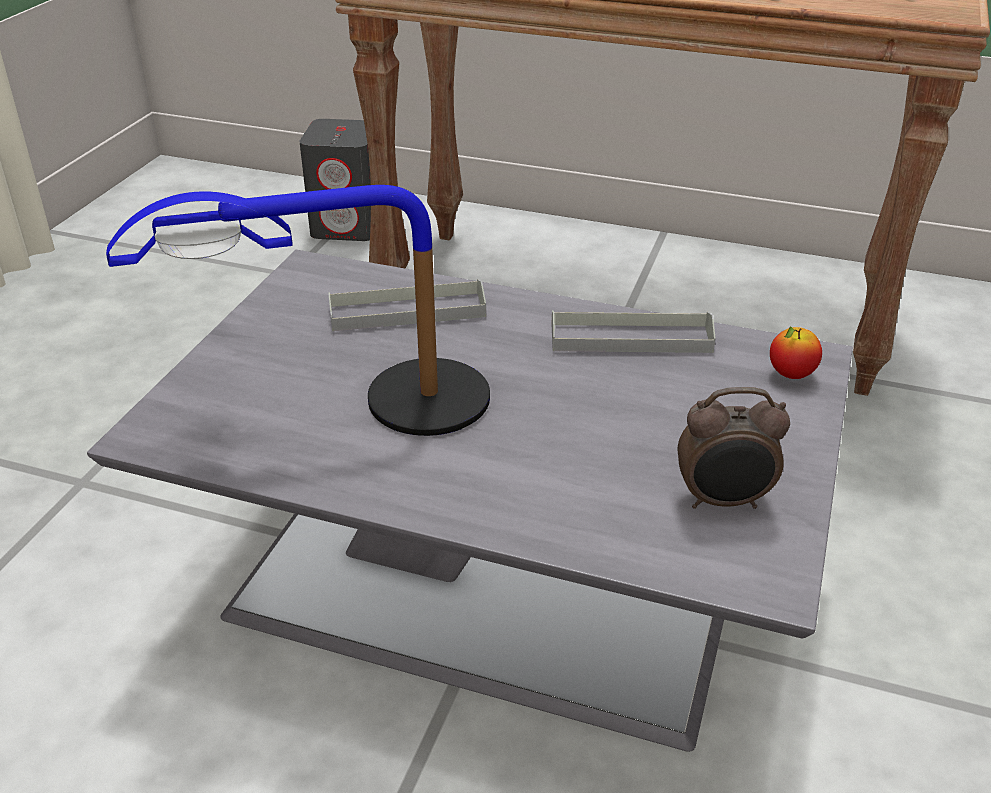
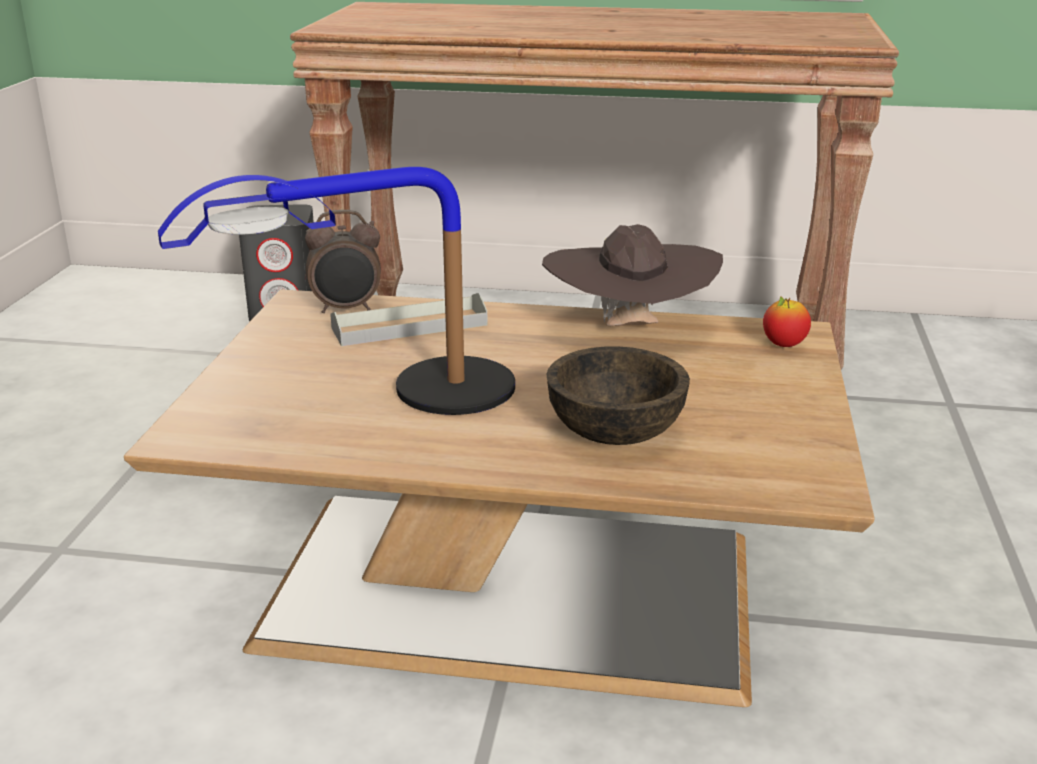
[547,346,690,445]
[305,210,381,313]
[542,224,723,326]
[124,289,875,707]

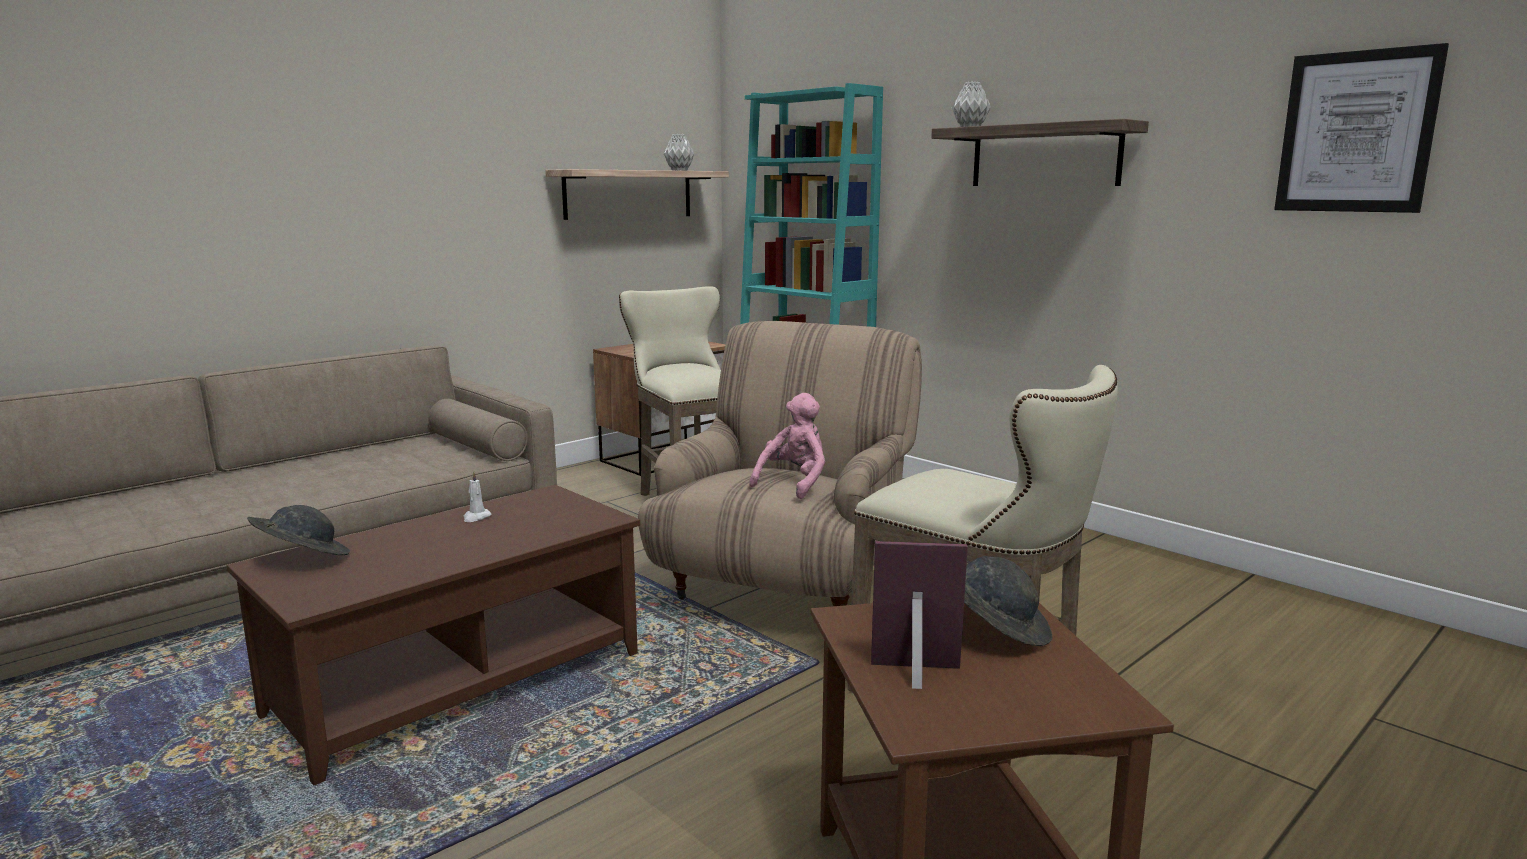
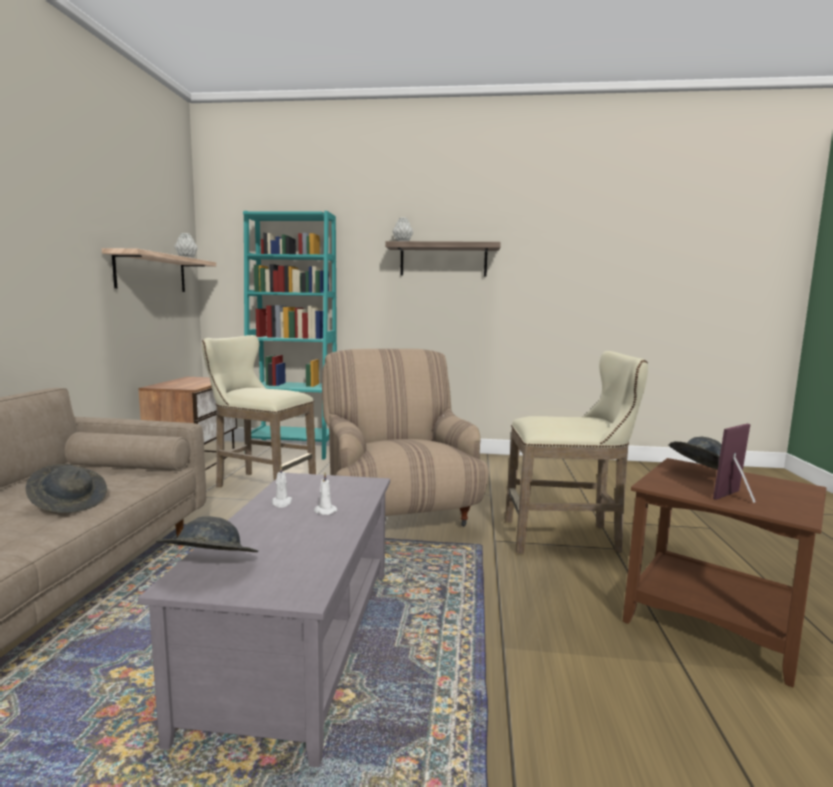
[749,393,825,499] (first image)
[1274,43,1449,213] (first image)
[25,464,107,513]
[314,473,337,515]
[138,473,390,767]

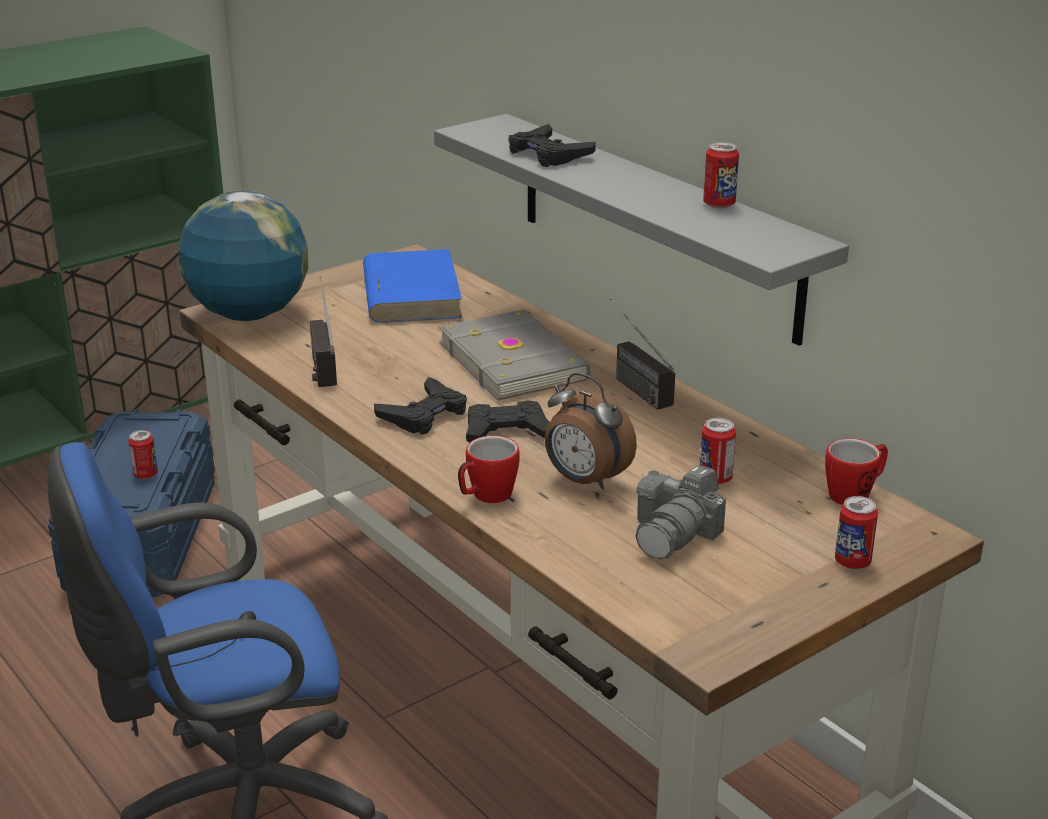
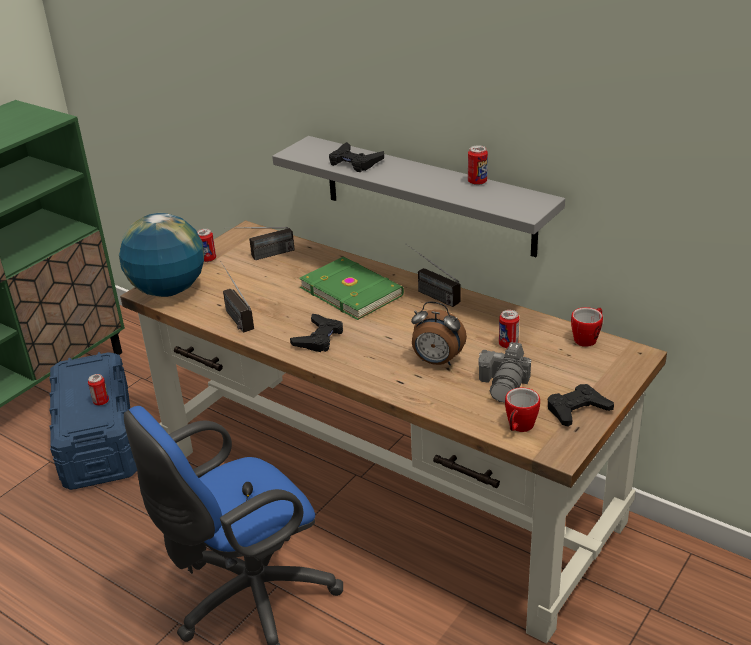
[505,388,540,432]
[548,384,614,427]
[197,229,216,262]
[240,227,295,260]
[299,257,404,320]

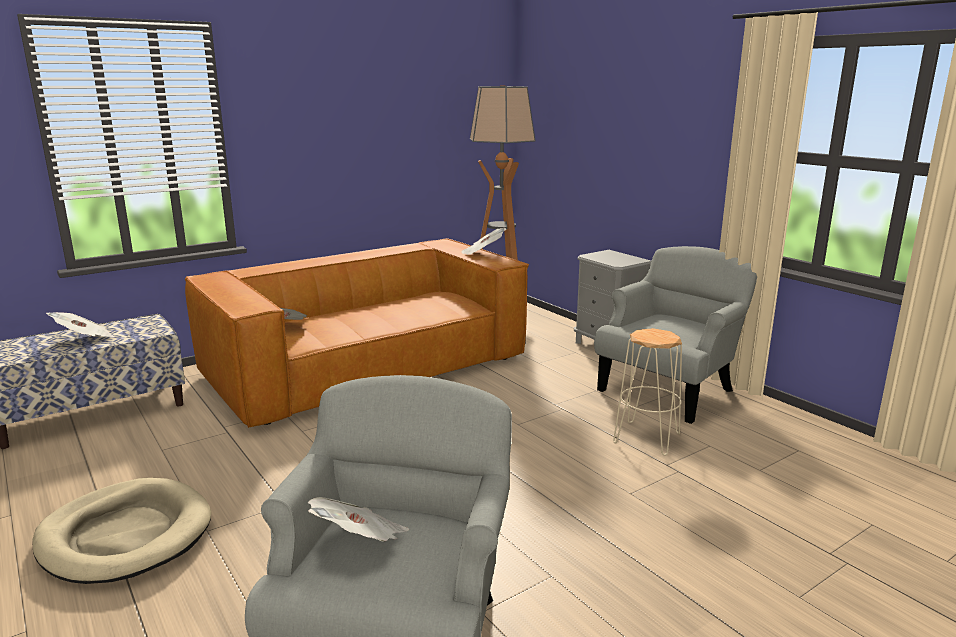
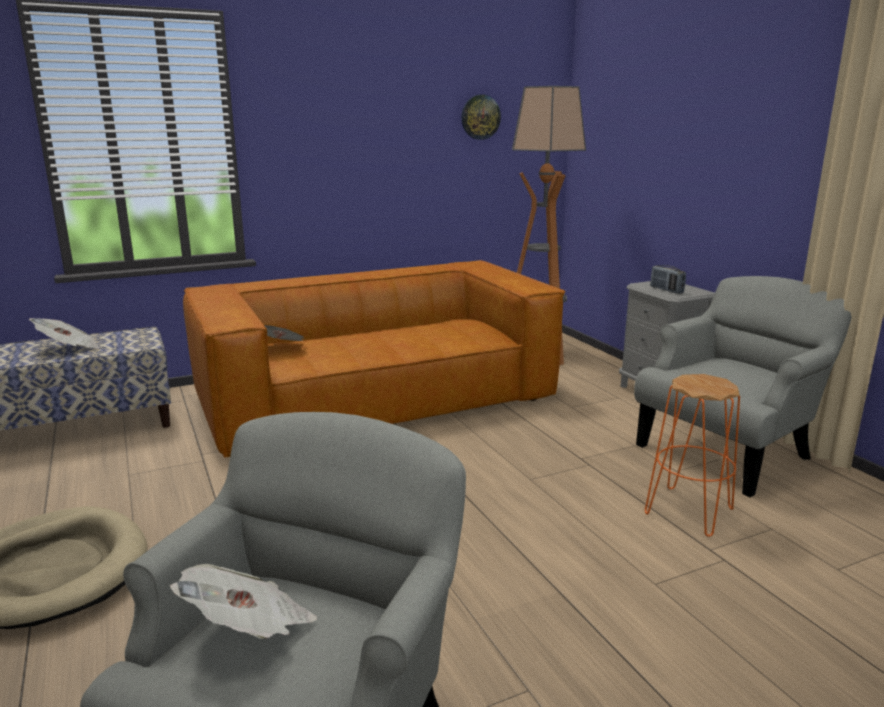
[461,228,506,255] (first image)
[461,94,501,140]
[650,265,686,294]
[645,374,740,537]

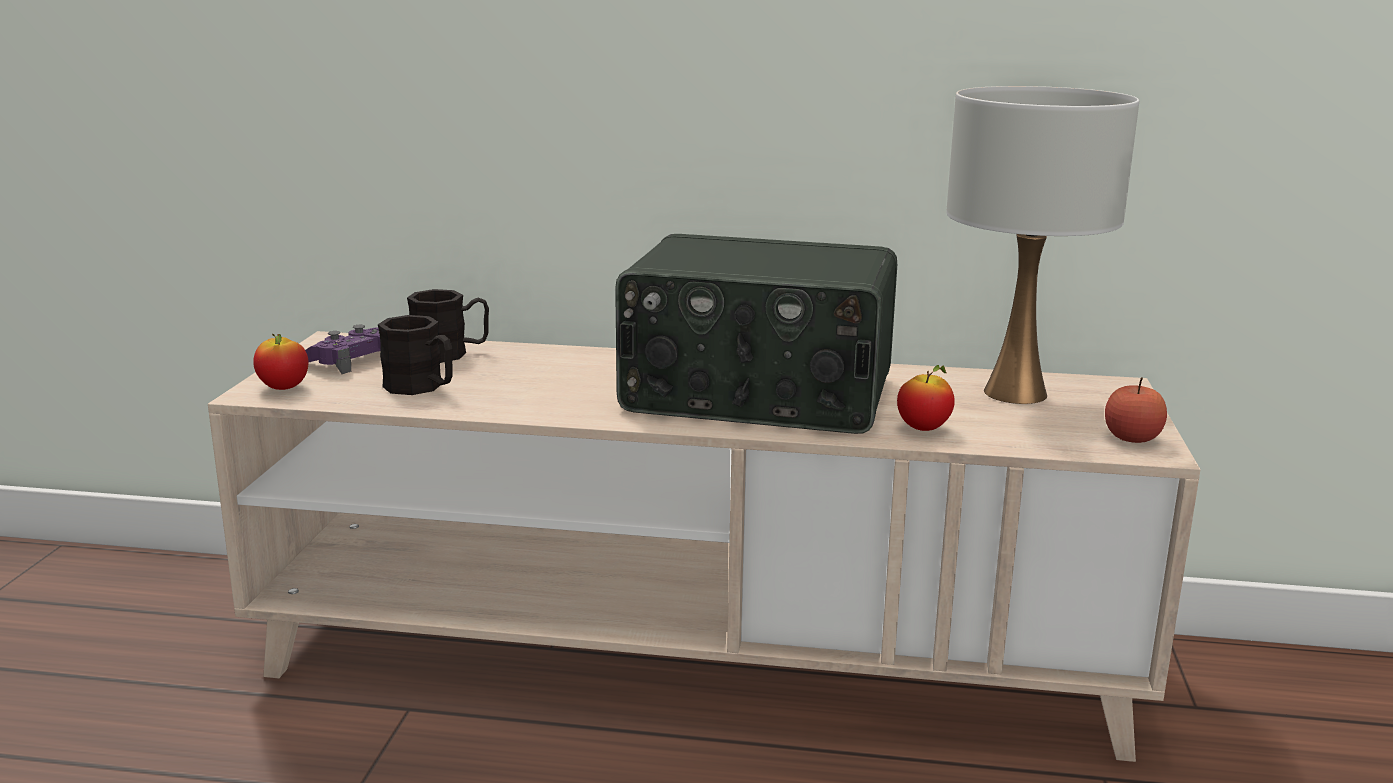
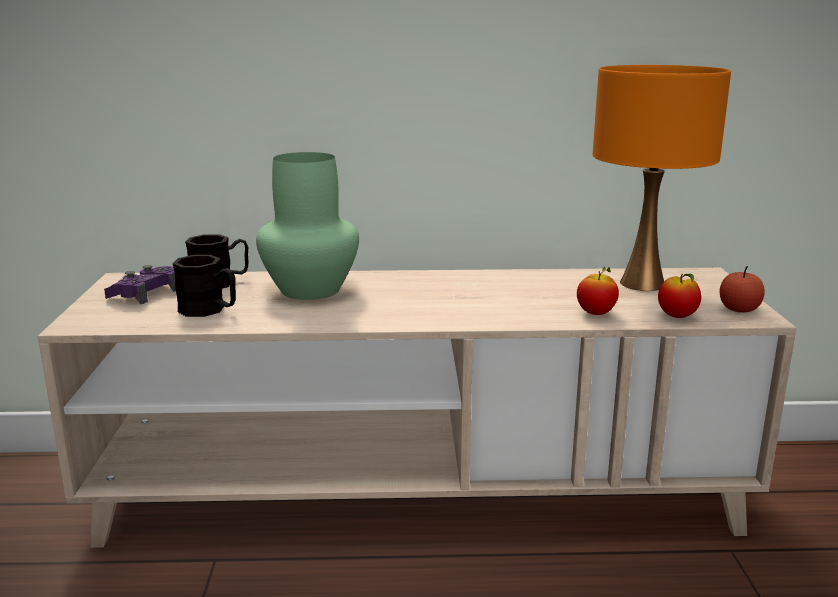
[615,234,897,434] (first image)
[256,152,359,300]
[658,274,701,318]
[593,65,731,291]

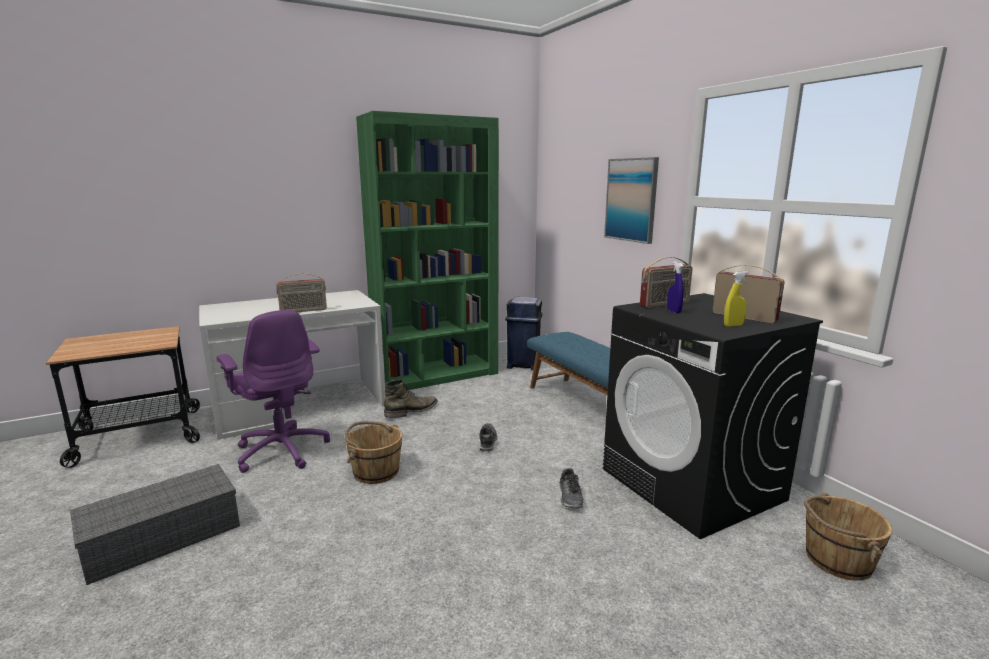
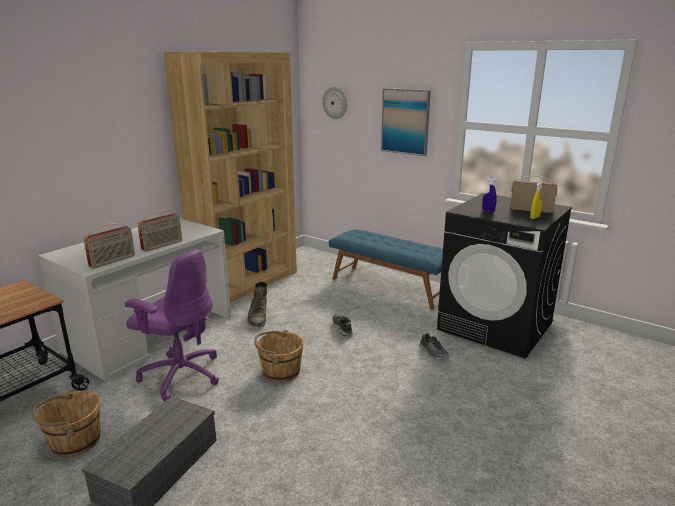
[505,297,543,370] (first image)
[323,87,348,119]
[83,223,135,268]
[32,390,100,457]
[164,52,297,303]
[248,282,267,328]

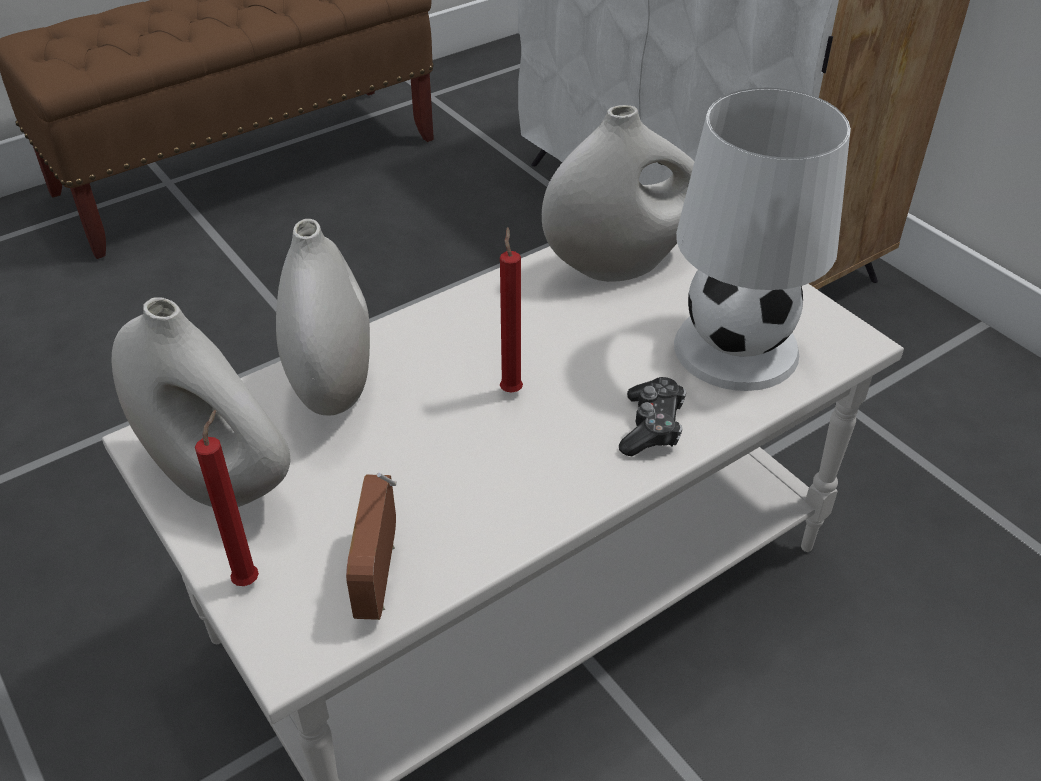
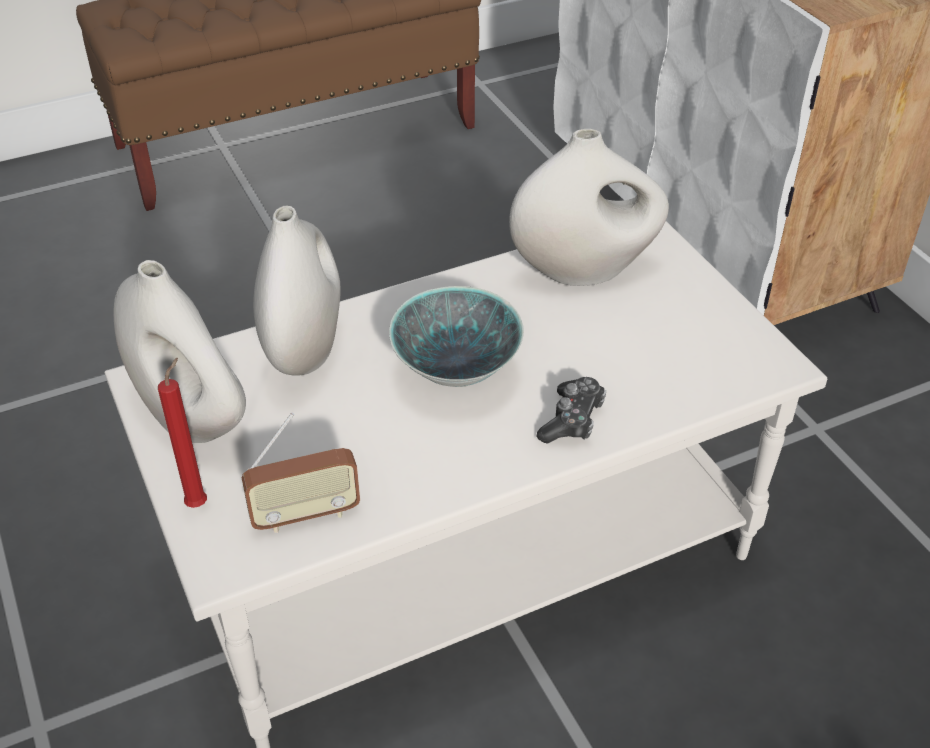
[674,88,851,391] (first image)
[389,286,524,387]
[242,413,360,533]

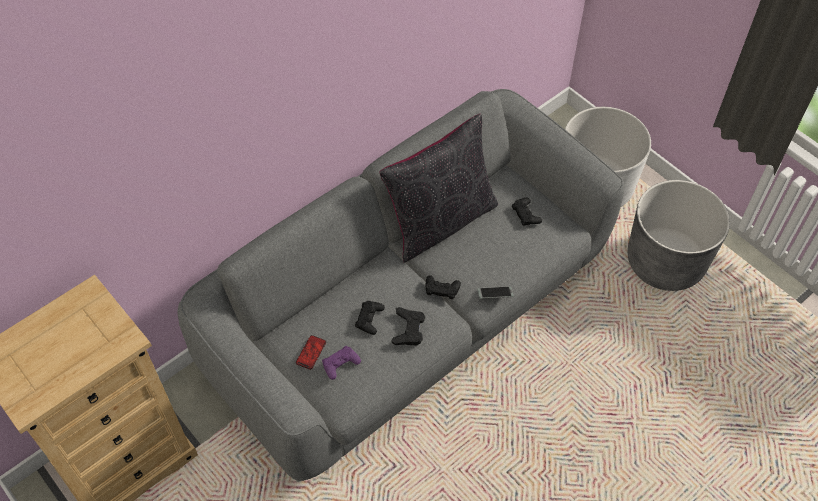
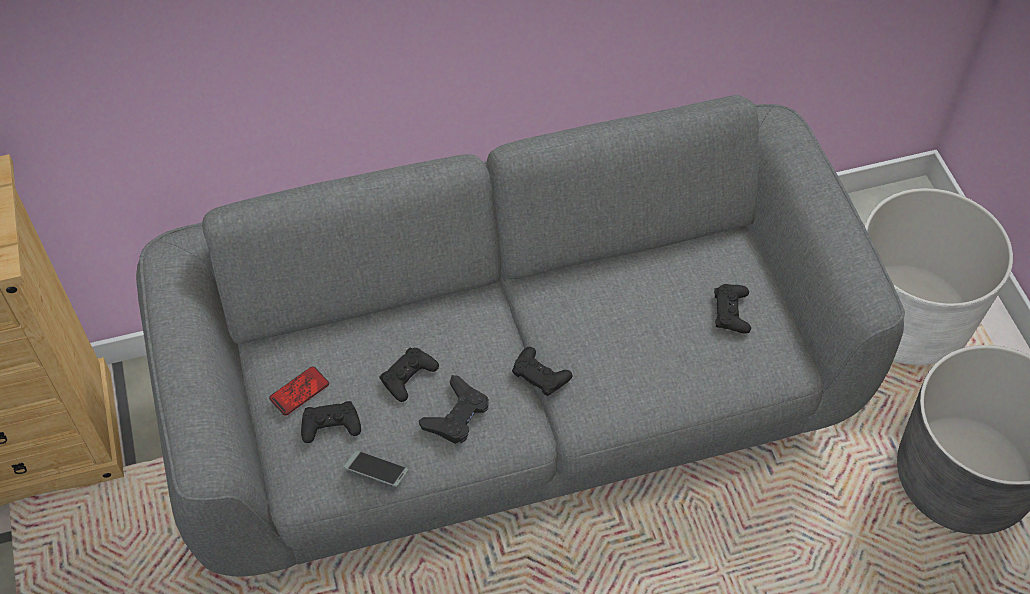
[380,114,498,263] (first image)
[344,451,409,487]
[301,401,361,443]

